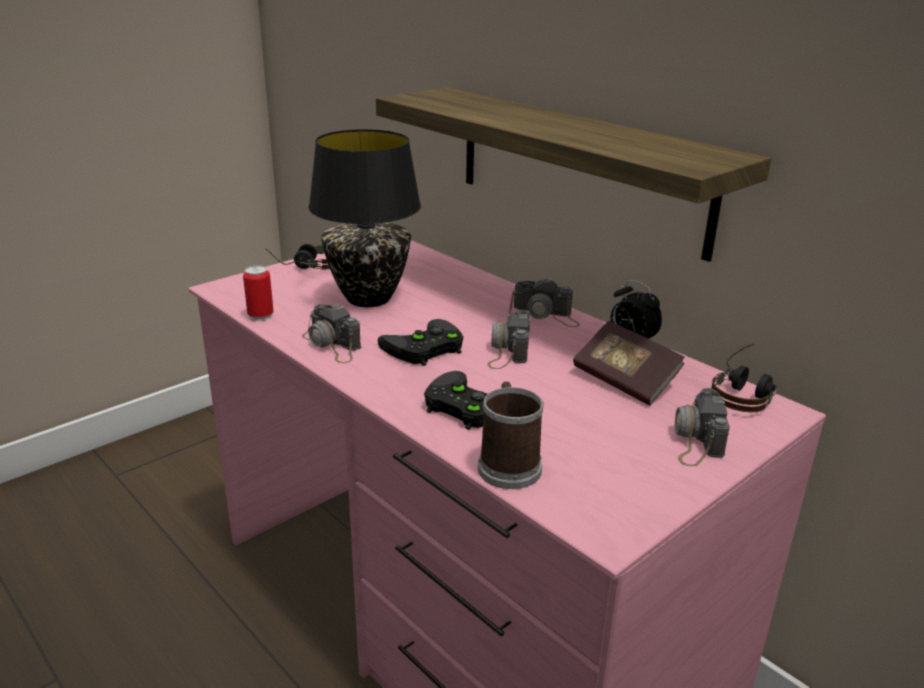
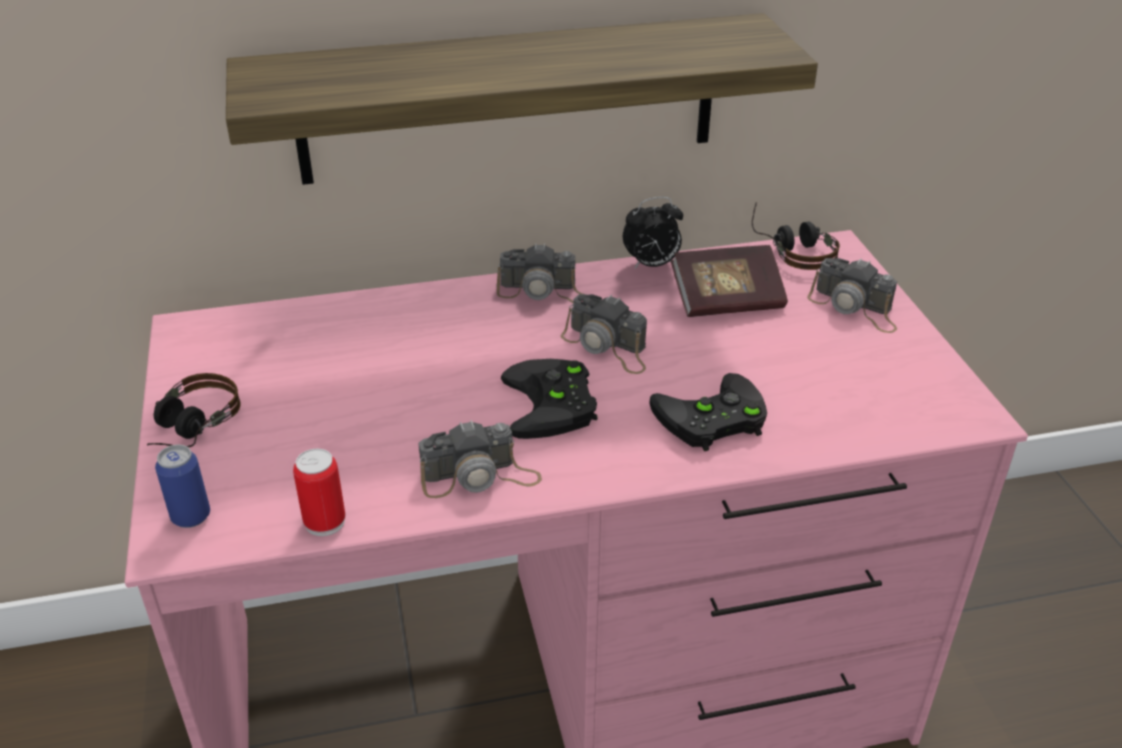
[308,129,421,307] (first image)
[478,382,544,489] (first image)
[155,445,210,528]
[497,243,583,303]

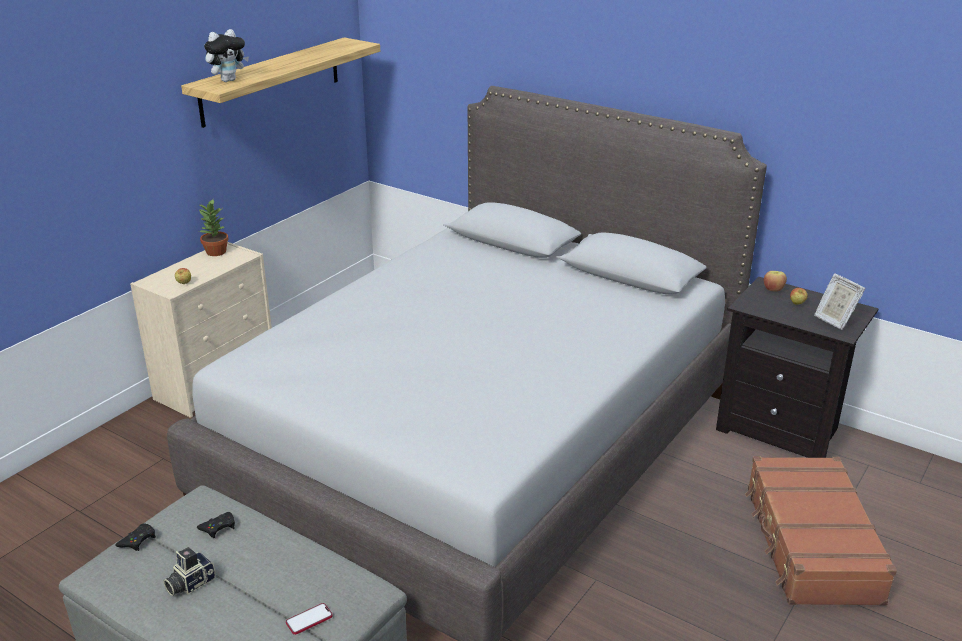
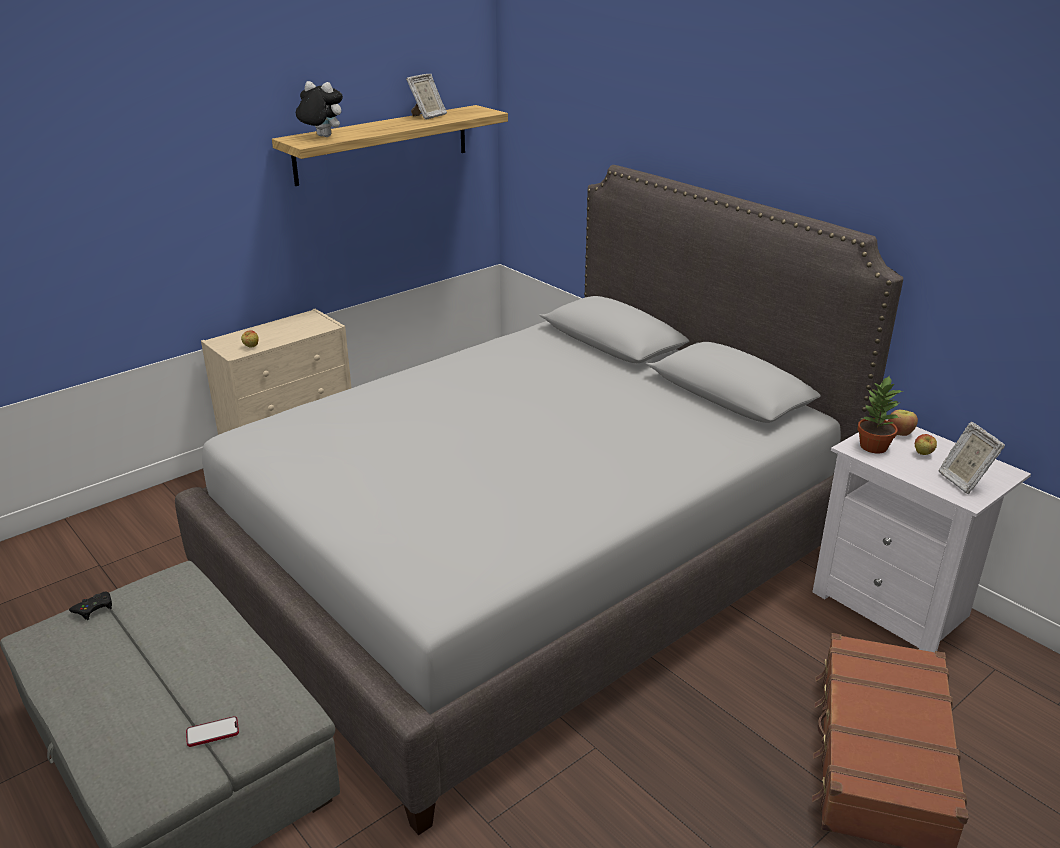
[163,547,216,596] (first image)
[197,512,235,538] (first image)
[406,74,447,120]
[857,375,903,453]
[813,419,1031,652]
[296,81,343,137]

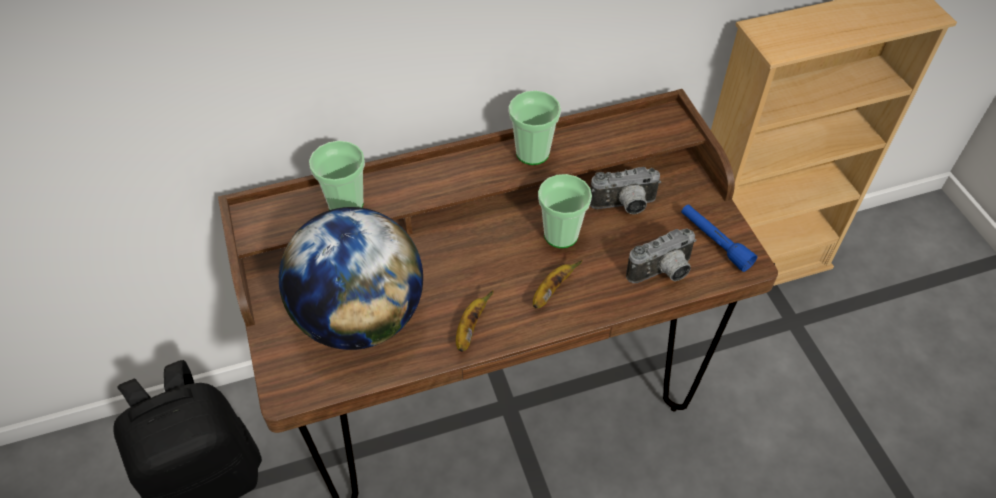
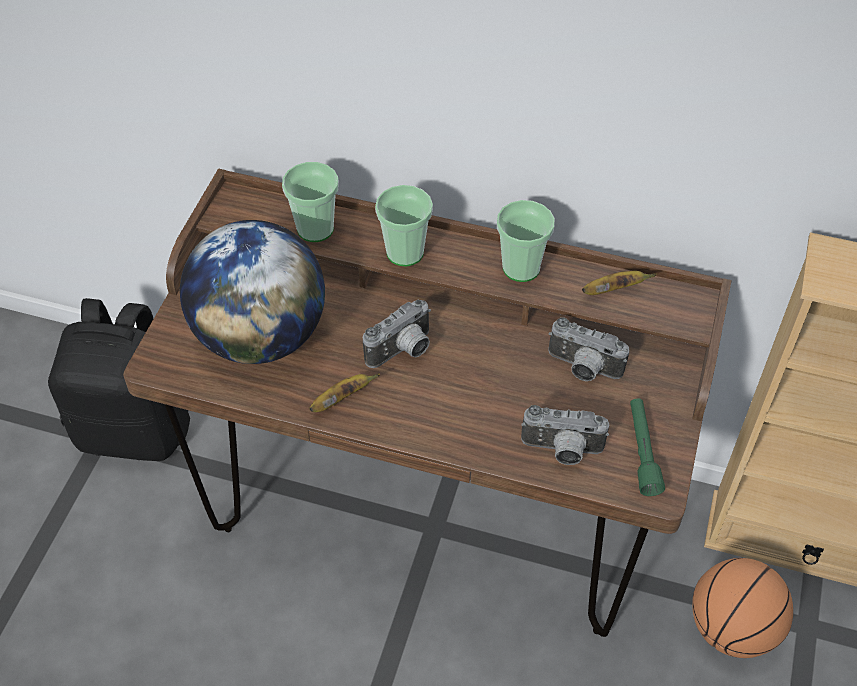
[363,300,431,368]
[692,558,793,658]
[582,271,657,295]
[375,185,433,266]
[630,398,665,496]

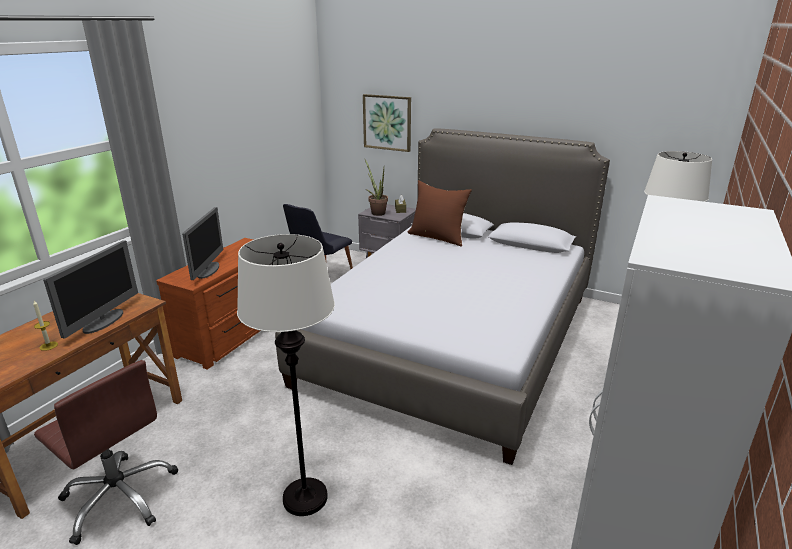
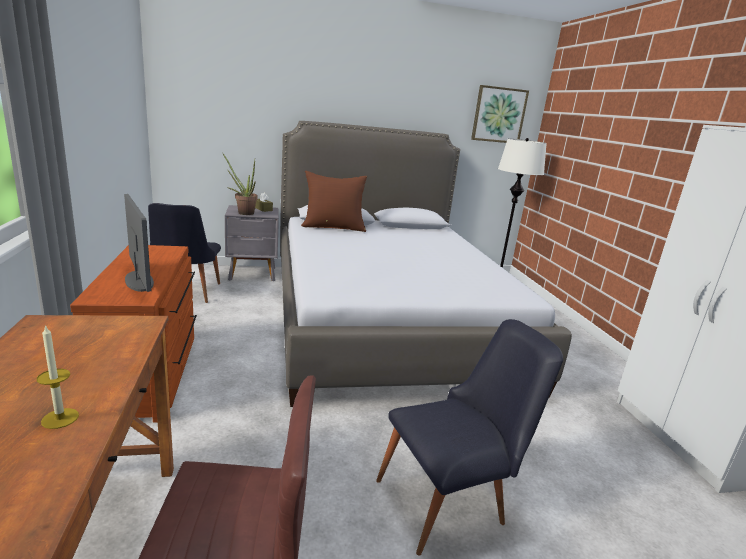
[43,240,138,339] (first image)
[471,85,529,143]
[376,319,563,555]

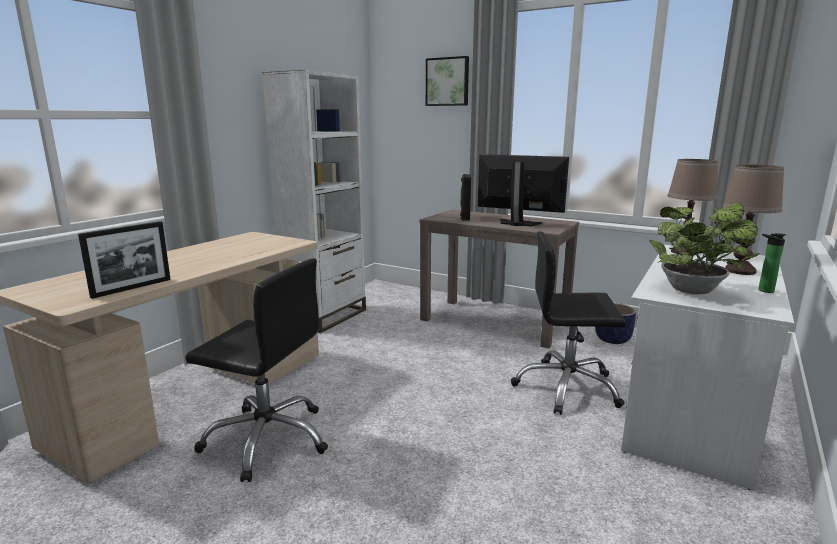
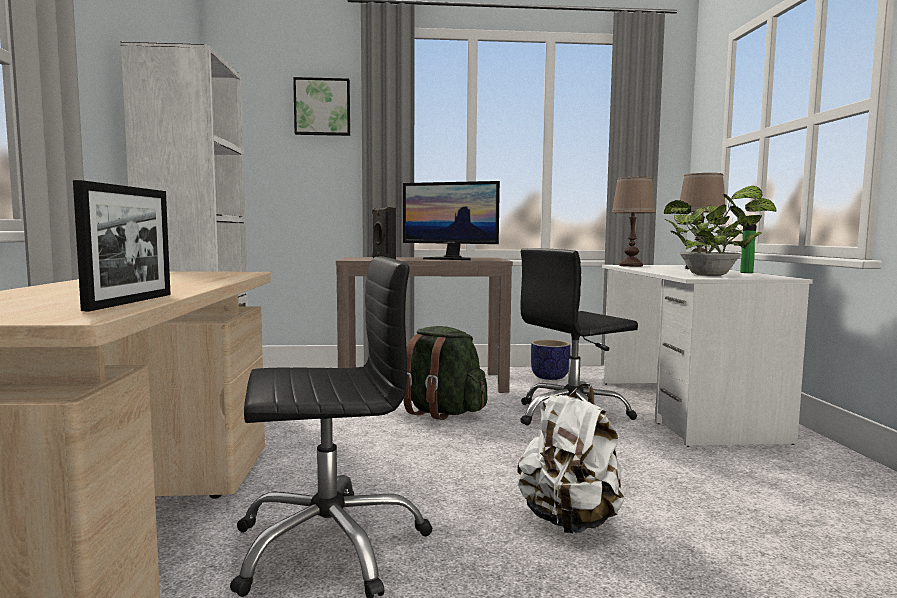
[403,326,488,420]
[518,383,624,534]
[403,181,500,260]

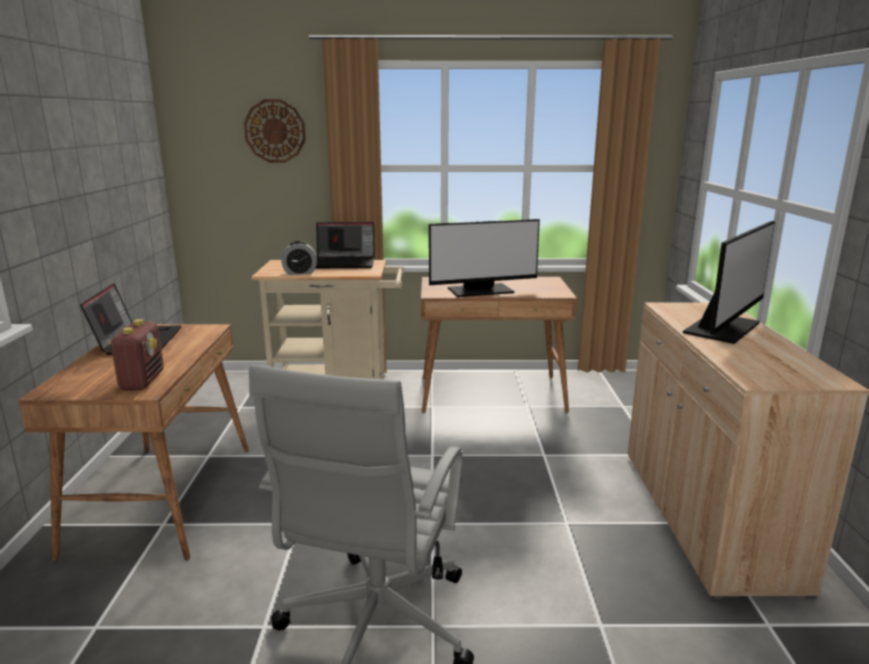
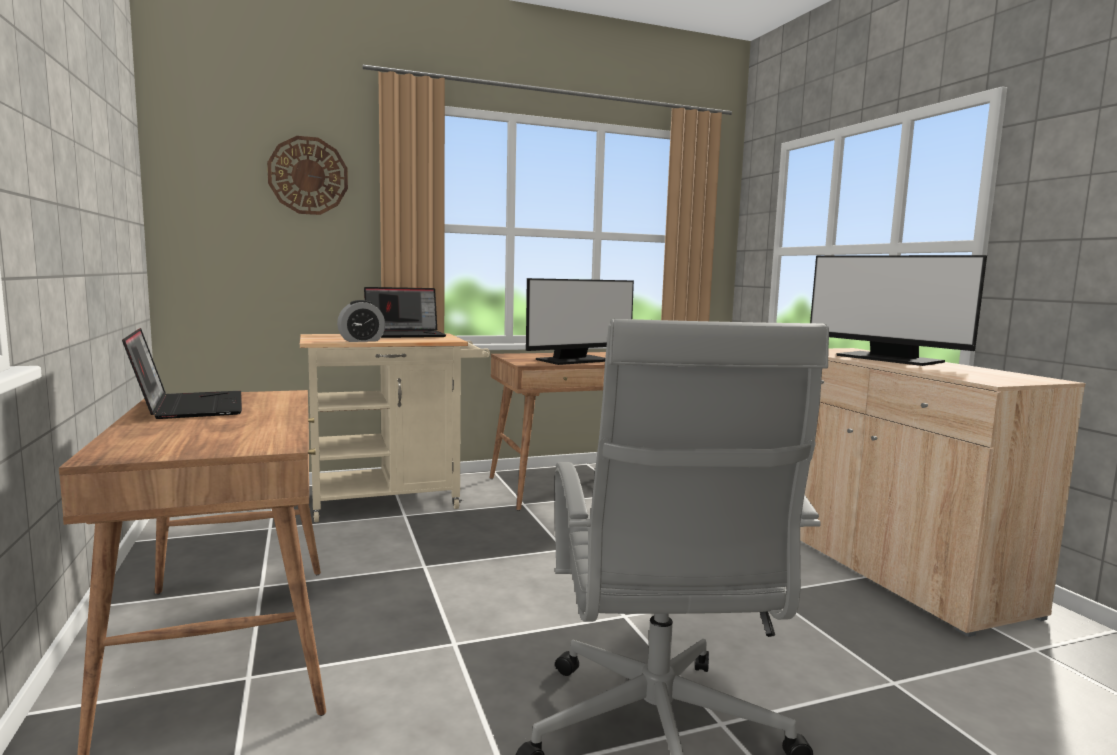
[109,319,164,391] (first image)
[810,255,987,366]

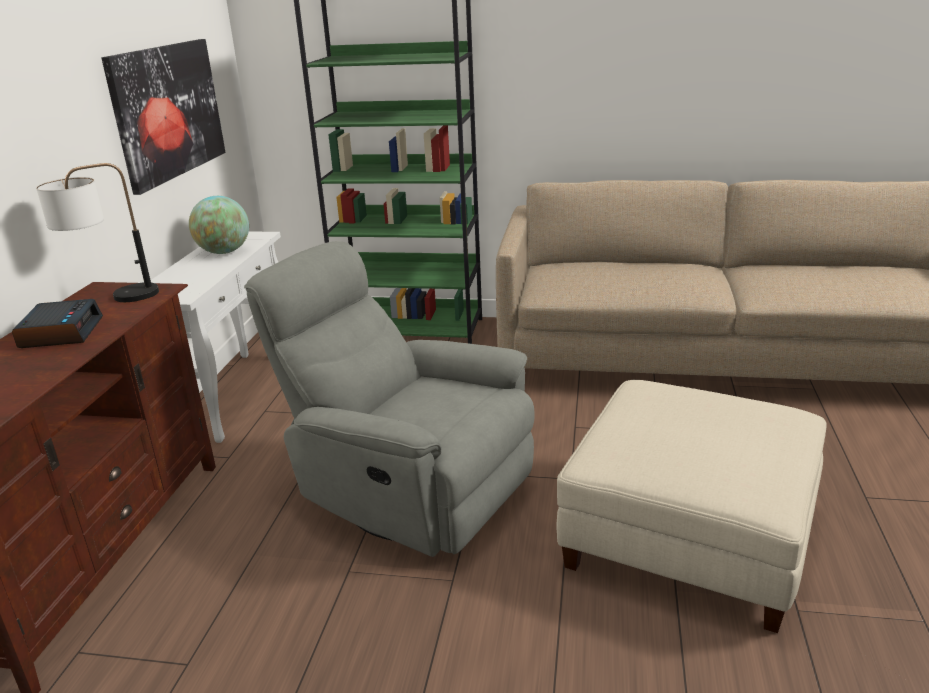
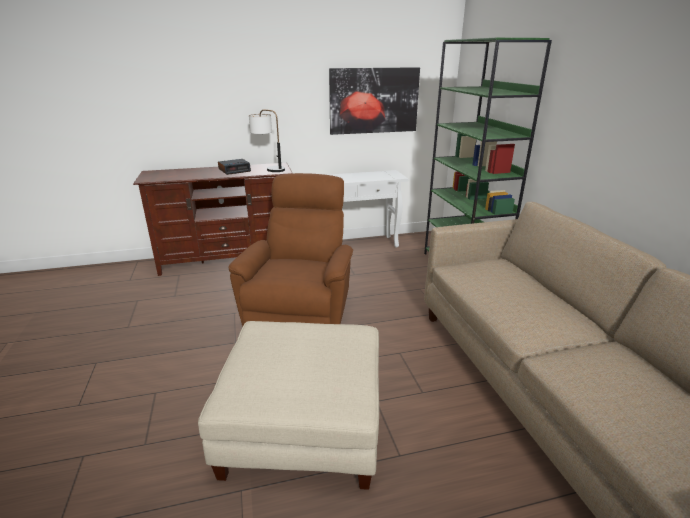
[189,196,249,254] (first image)
[228,173,353,327]

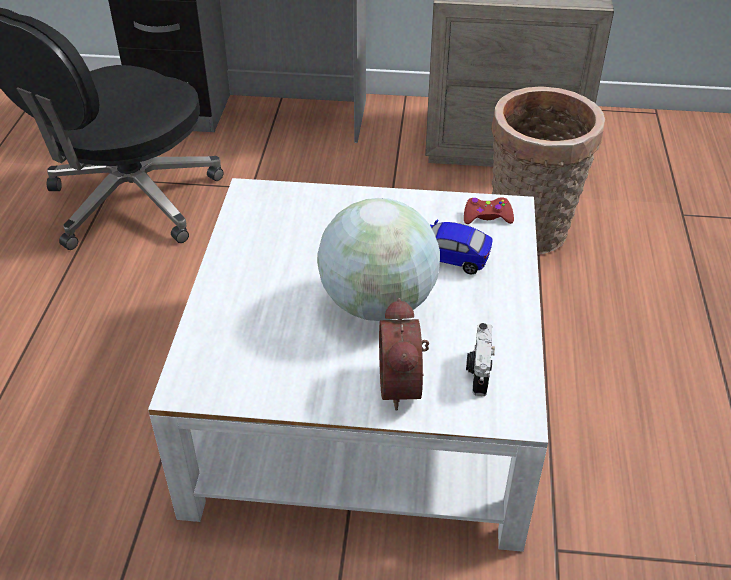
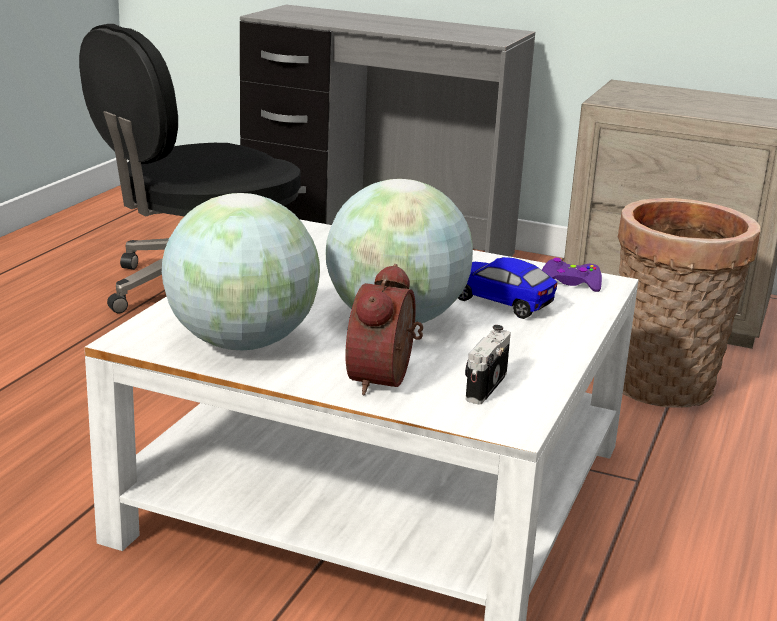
[162,193,320,350]
[542,258,602,292]

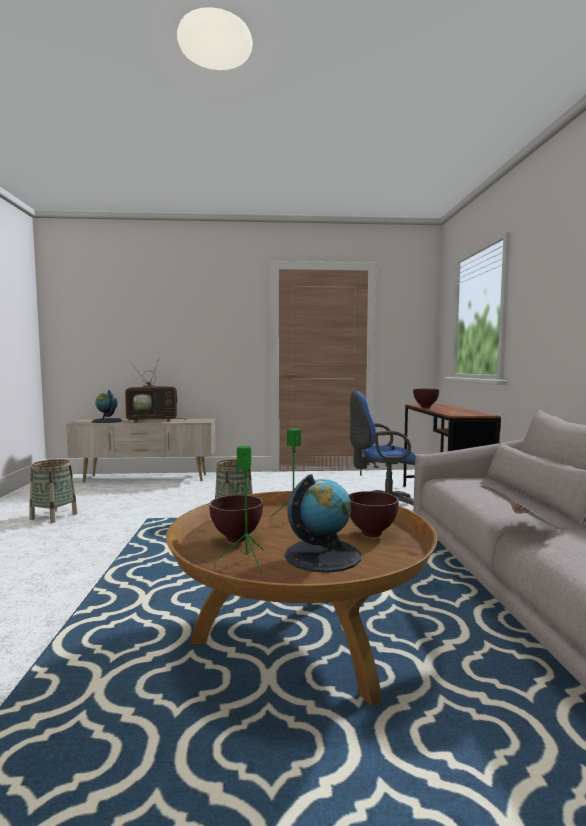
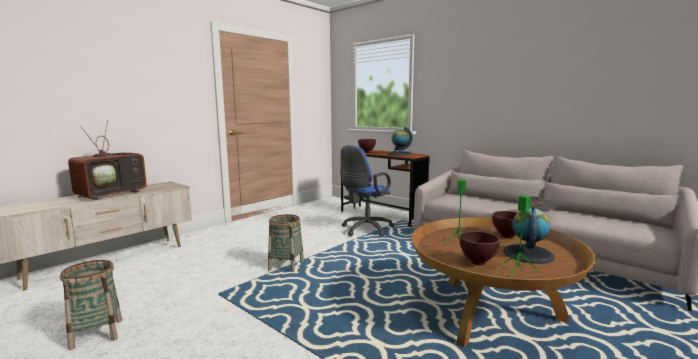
[388,127,412,156]

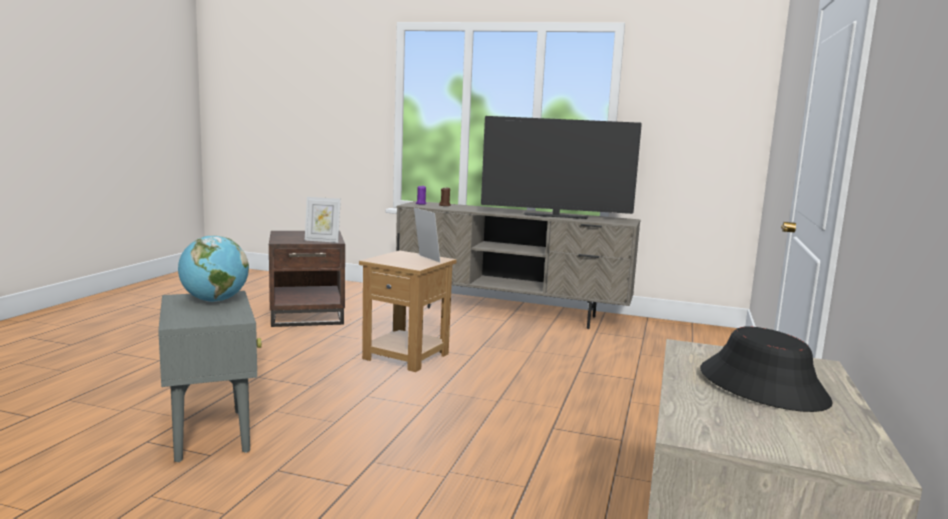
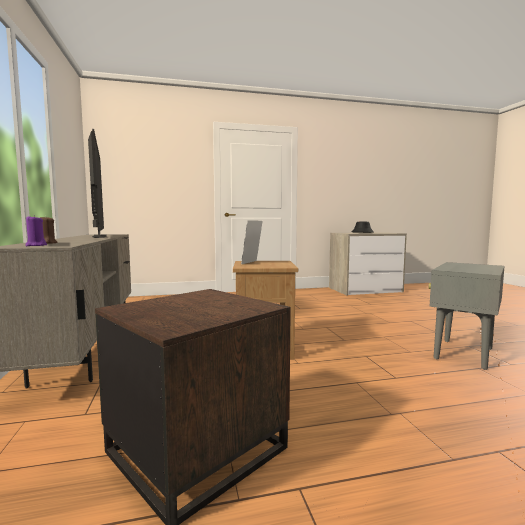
[178,235,249,302] (first image)
[305,197,341,243] (first image)

